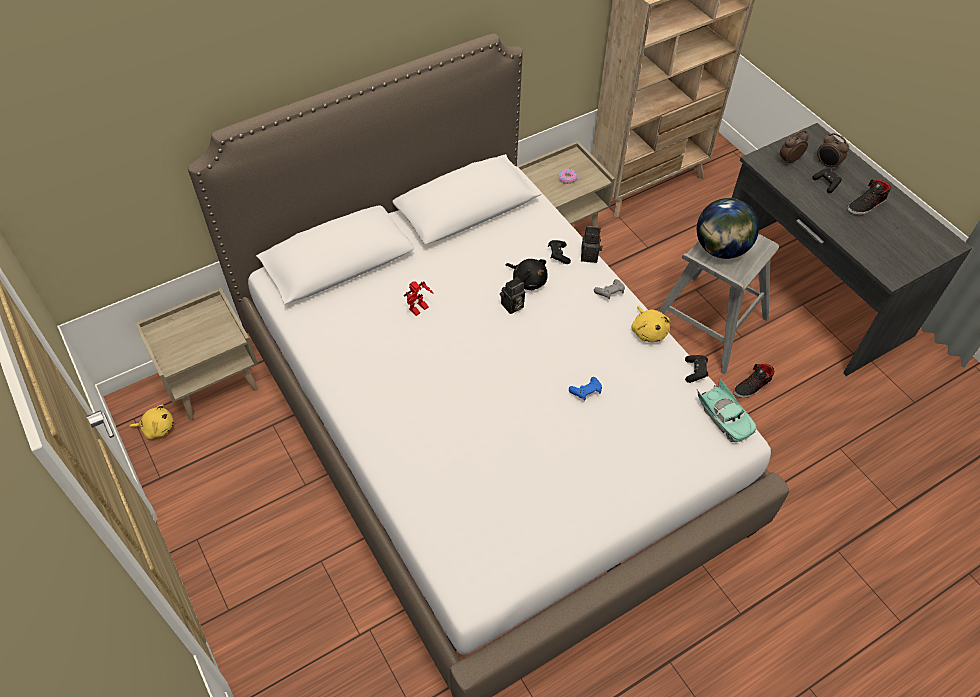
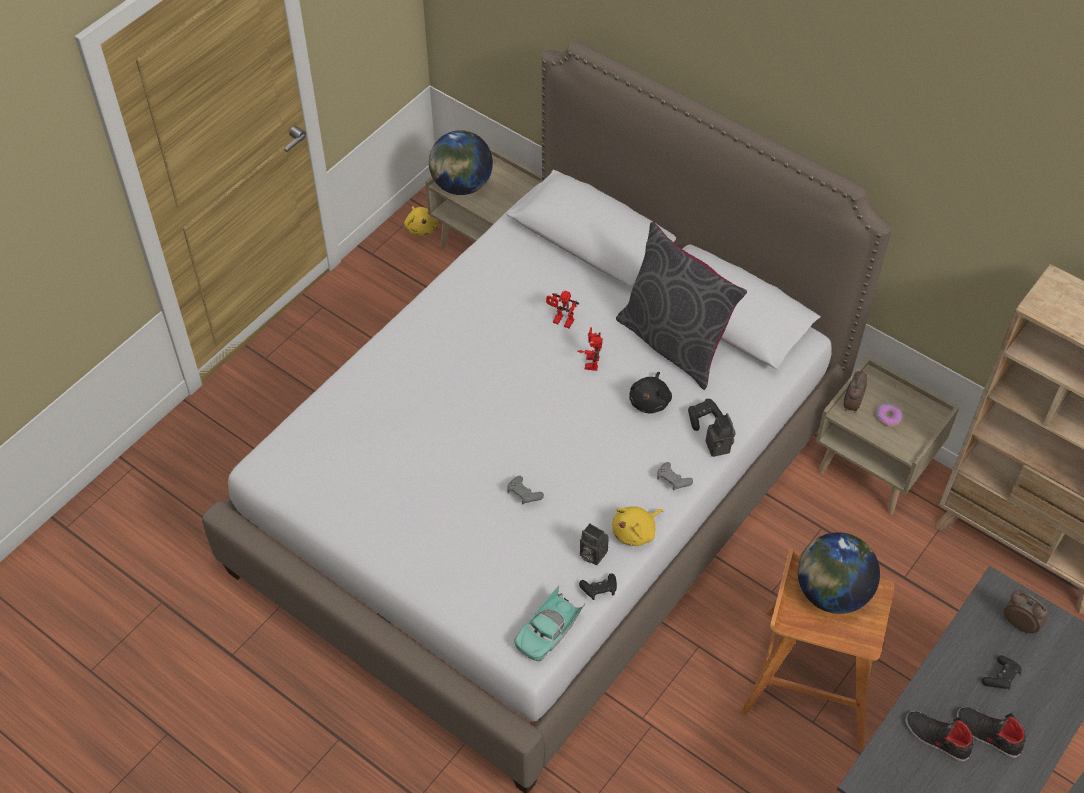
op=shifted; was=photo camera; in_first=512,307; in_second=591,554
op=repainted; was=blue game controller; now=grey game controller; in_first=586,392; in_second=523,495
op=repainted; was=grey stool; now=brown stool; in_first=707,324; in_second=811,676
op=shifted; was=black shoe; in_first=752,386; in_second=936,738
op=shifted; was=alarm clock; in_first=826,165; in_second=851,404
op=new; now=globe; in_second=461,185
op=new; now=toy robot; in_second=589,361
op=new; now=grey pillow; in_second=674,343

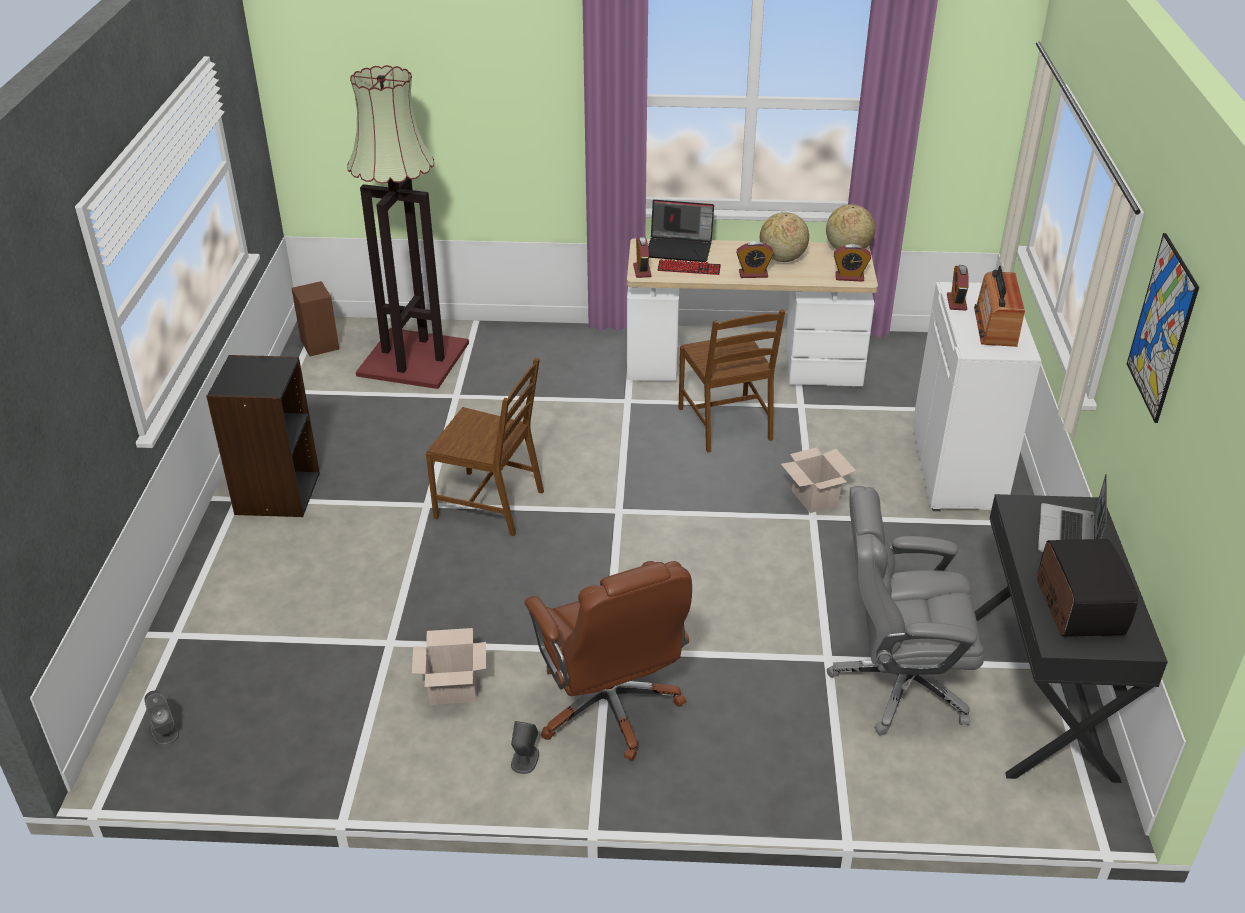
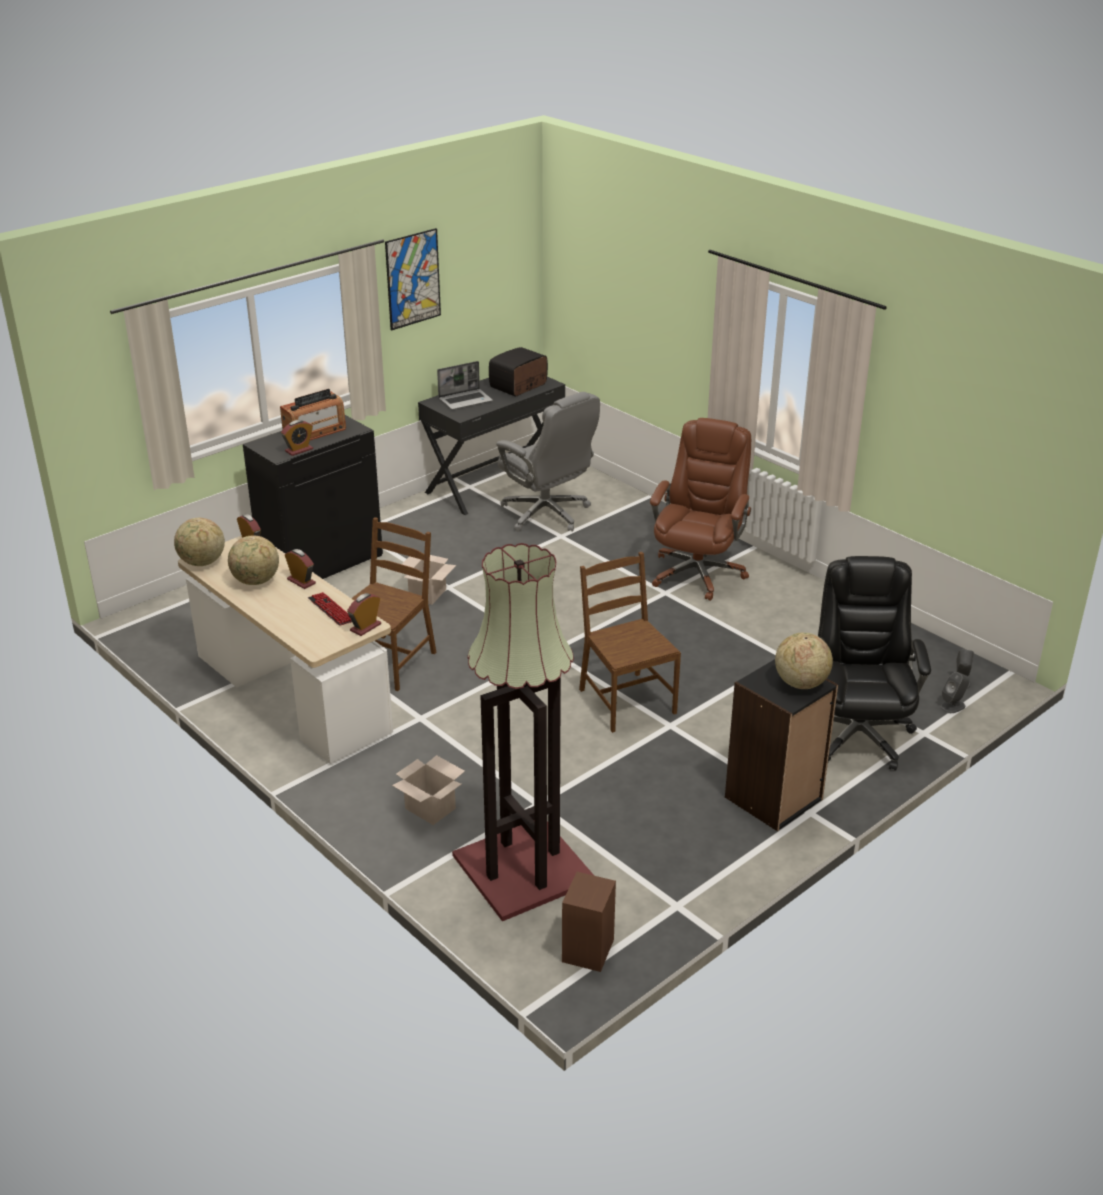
op=shifted; was=cardboard box; in_first=451,690; in_second=431,808
op=shifted; was=grey speaker; in_first=525,759; in_second=953,706
op=gone; was=laptop; in_first=680,248
op=repainted; was=white cabinet; now=black cabinet; in_first=958,469; in_second=321,563
op=new; now=globe; in_second=800,683
op=new; now=black office chair; in_second=856,734

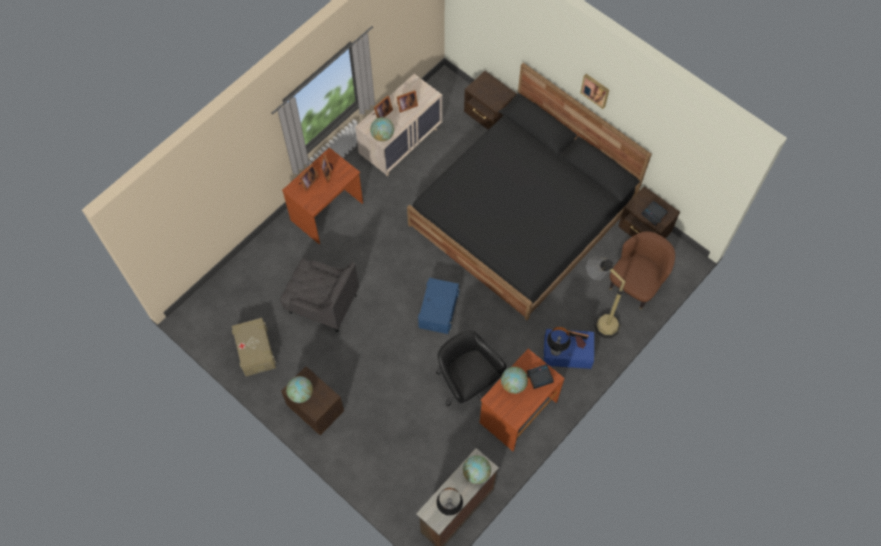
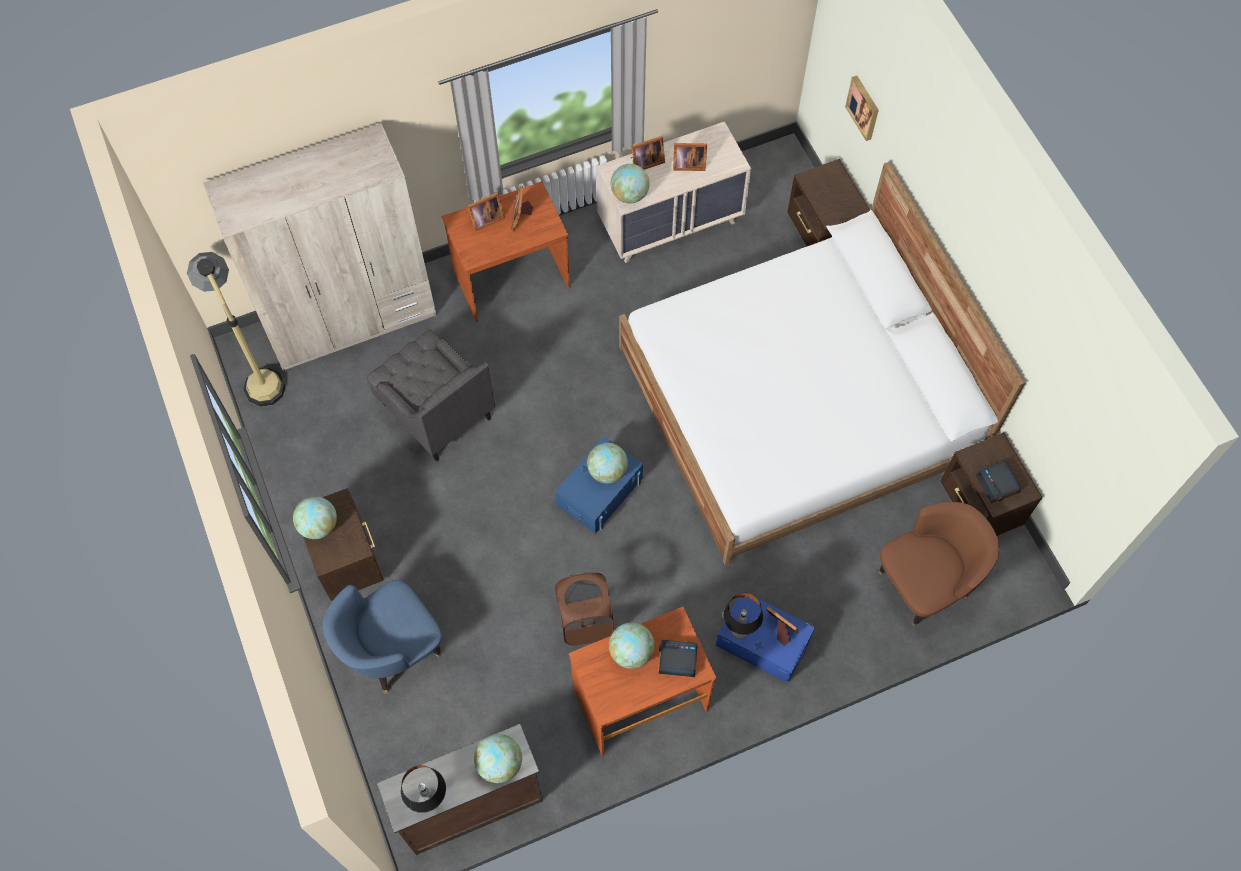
op=gone; was=beige storage box; in_first=255,351
op=repainted; was=black bed; now=white bed; in_first=522,215; in_second=798,402
op=swapped; was=black office chair; now=brown laundry basket; in_first=467,384; in_second=585,621
op=shifted; was=picture; in_first=595,90; in_second=864,107
op=shifted; was=floor lamp; in_first=596,319; in_second=257,373
op=new; now=beige wardrobe; in_second=352,319
op=new; now=blue armchair; in_second=392,650
op=new; now=globe; in_second=607,471

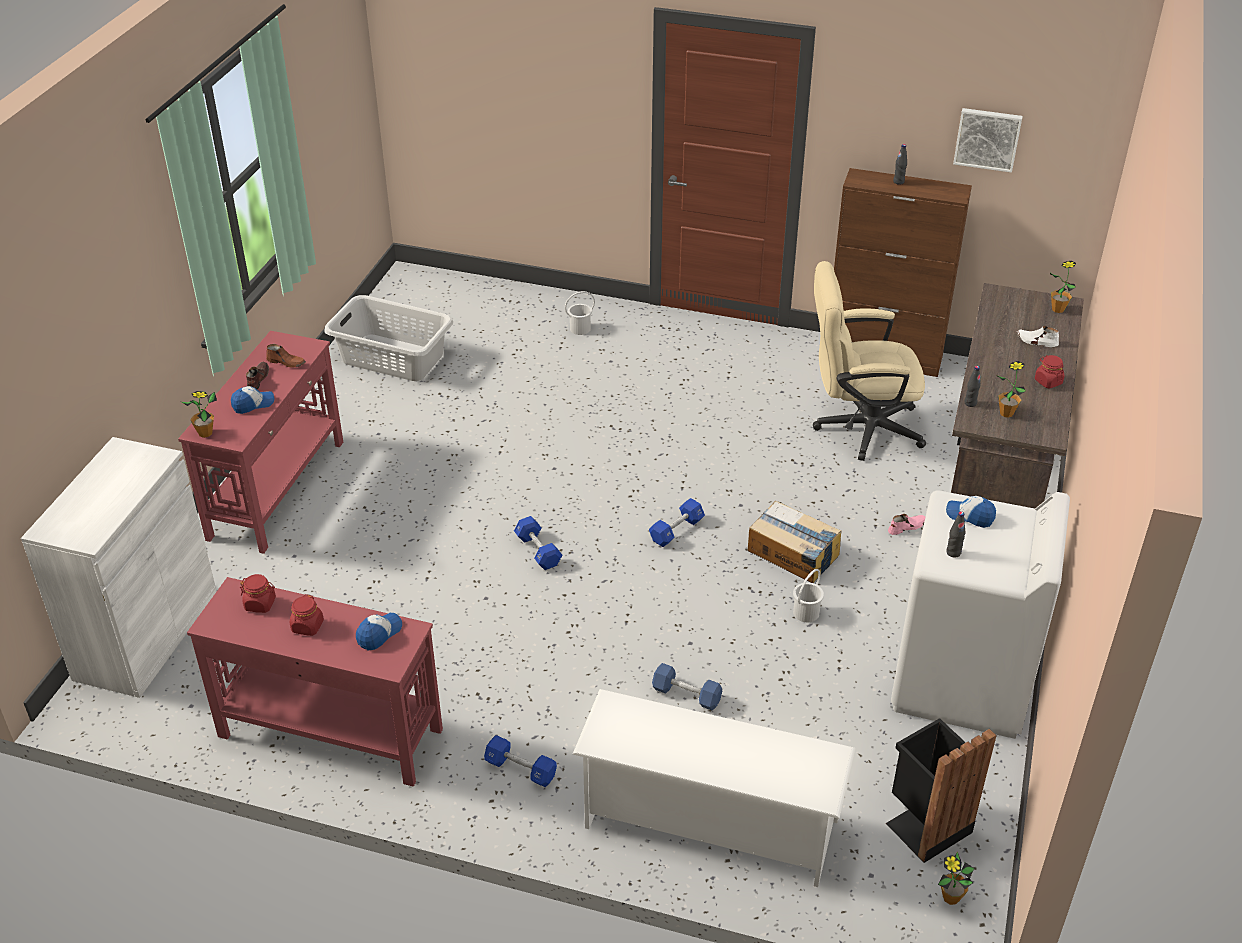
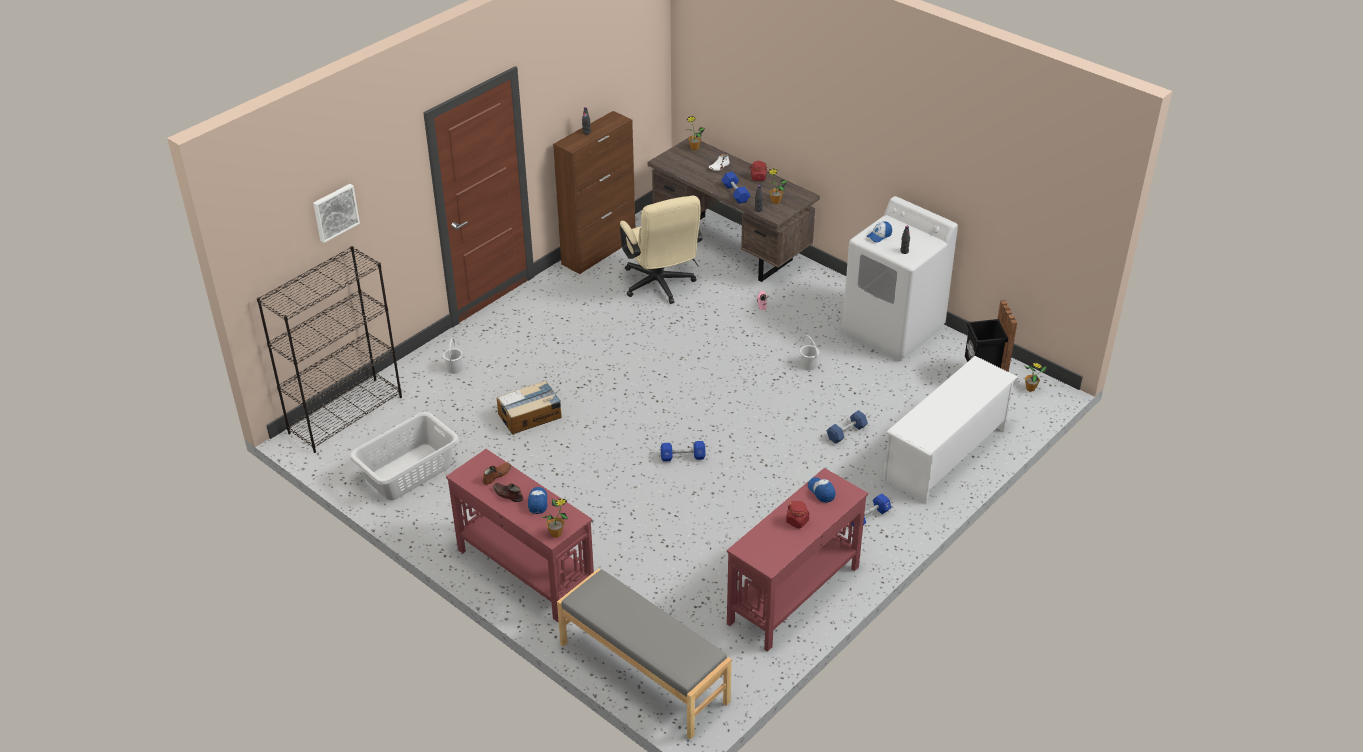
op=swapped; was=white cabinet; now=grey bench; in_first=146,635; in_second=643,673
op=gone; was=red jar; in_first=260,604
op=shifted; was=blue dumbbell; in_first=676,530; in_second=735,193
op=shifted; was=cardboard box; in_first=793,553; in_second=530,415
op=rotated; was=beige office chair; in_first=858,428; in_second=660,286; clockwise=-45
op=shifted; was=picture; in_first=987,138; in_second=335,212
op=new; now=black bookcase; in_second=346,414

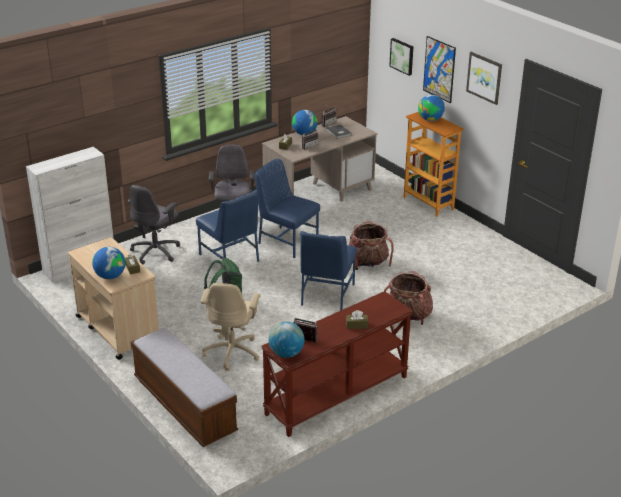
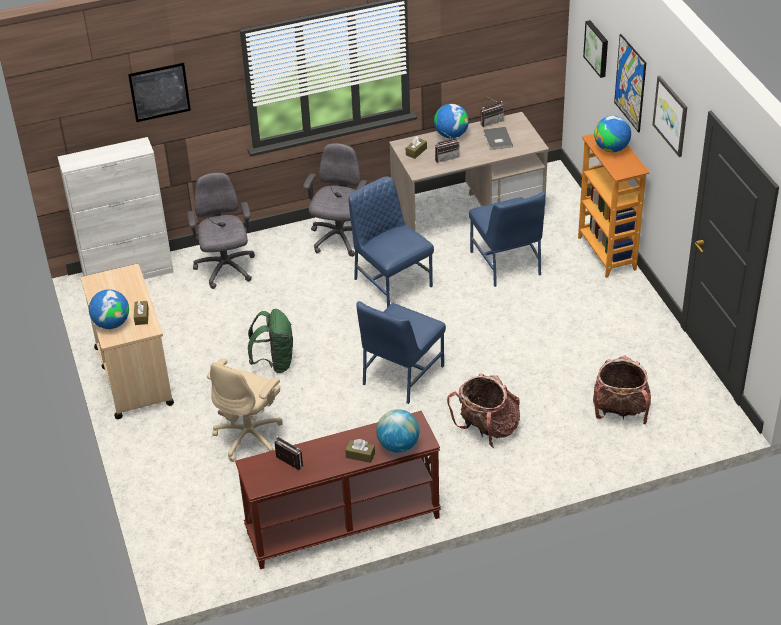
op=rotated; was=grey office chair; in_first=156,252; in_second=225,269; clockwise=120
op=gone; was=bench; in_first=184,405
op=shifted; was=blue chair; in_first=230,258; in_second=506,263
op=shifted; was=globe; in_first=286,354; in_second=398,445
op=shifted; was=backpack; in_first=368,264; in_second=620,411
op=new; now=picture; in_second=159,92

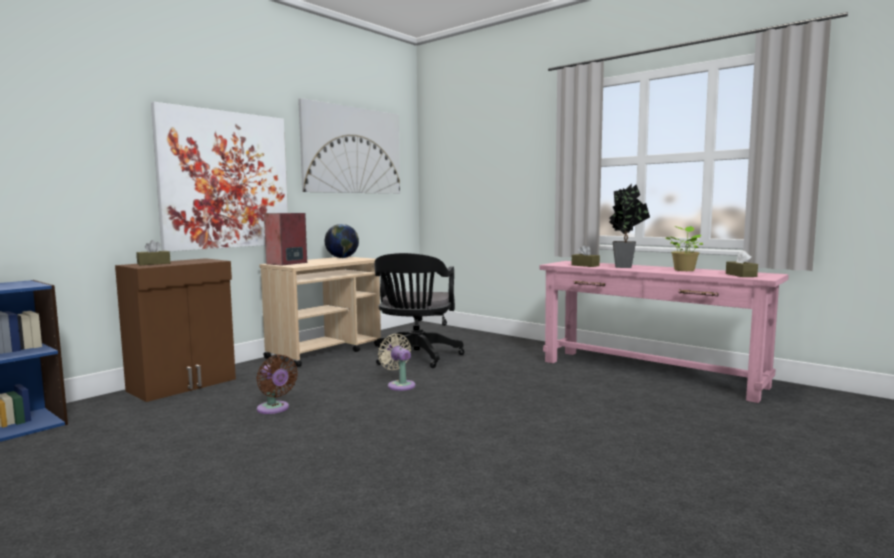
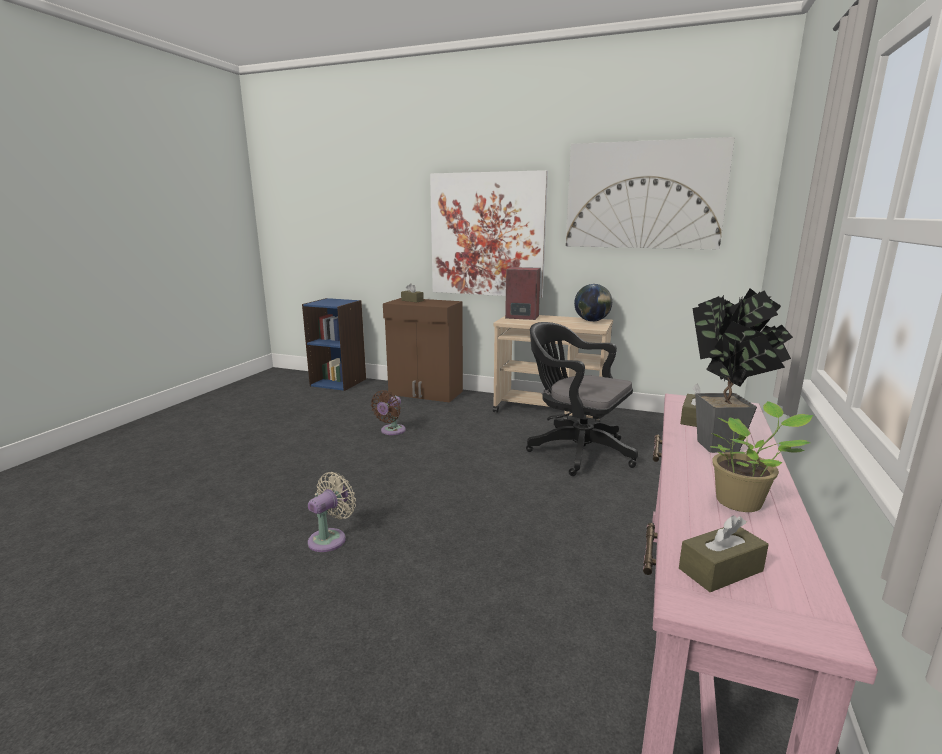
op=rotated; was=black office chair; in_first=415,358; in_second=575,451; clockwise=45
op=shifted; was=beige fan; in_first=399,385; in_second=330,538

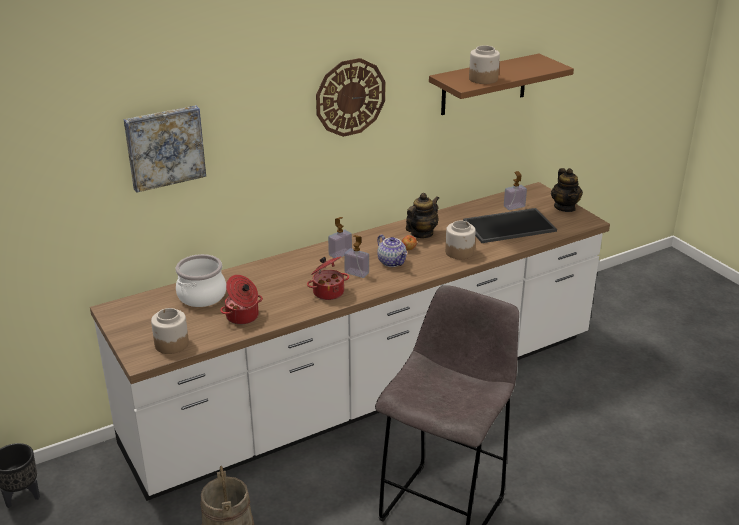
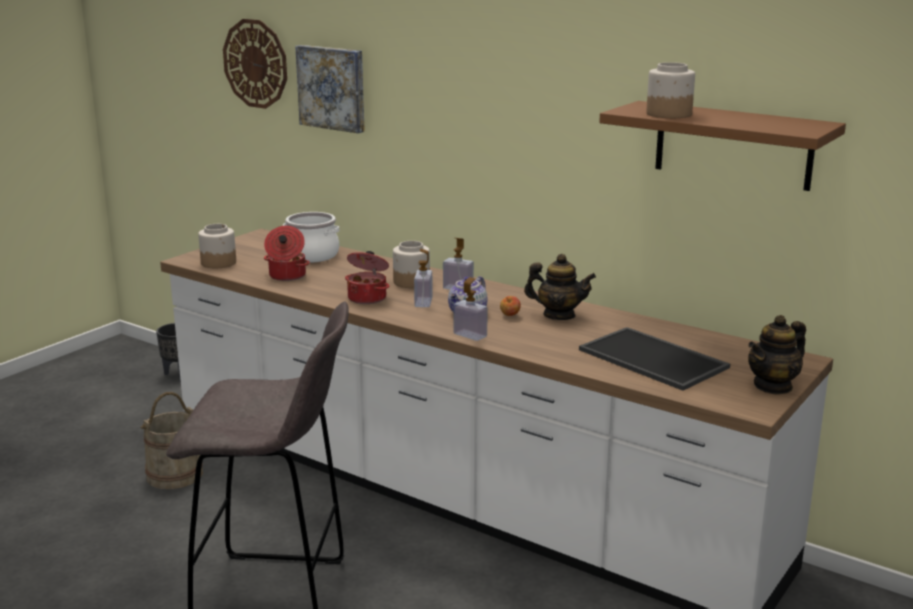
op=shifted; was=wall clock; in_first=350,97; in_second=255,63
op=shifted; was=jar; in_first=459,252; in_second=412,282
op=shifted; was=soap dispenser; in_first=514,206; in_second=470,335

